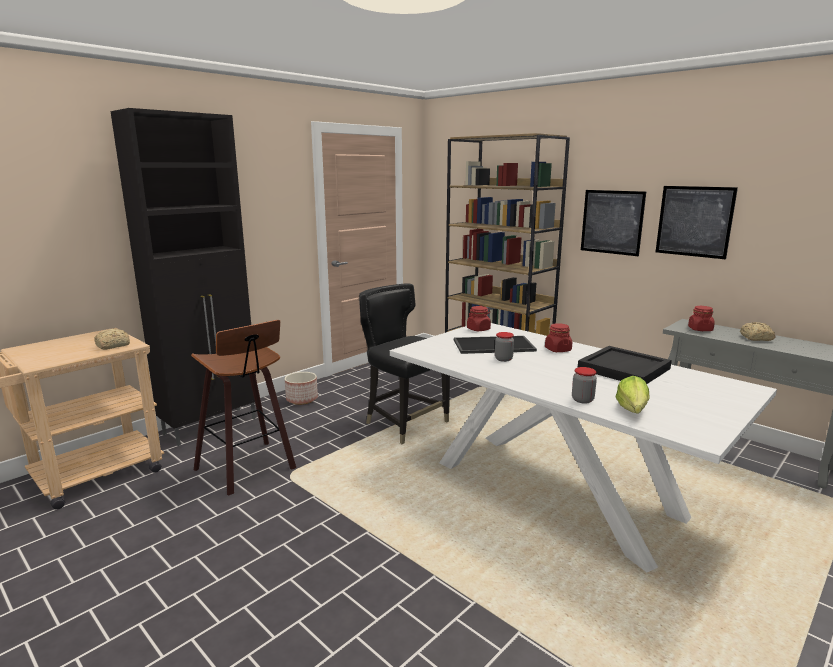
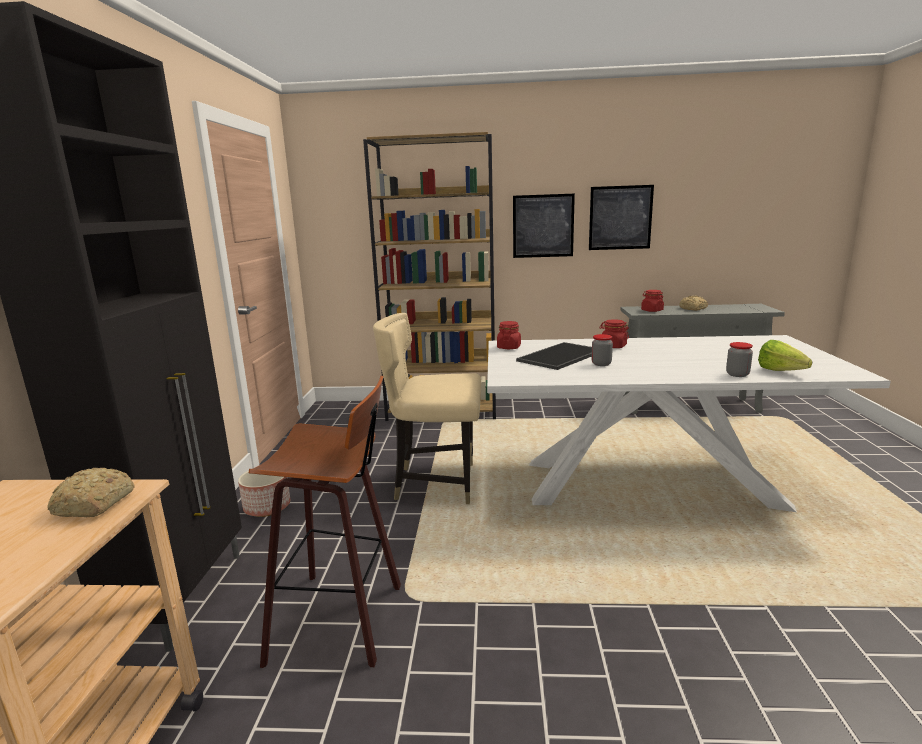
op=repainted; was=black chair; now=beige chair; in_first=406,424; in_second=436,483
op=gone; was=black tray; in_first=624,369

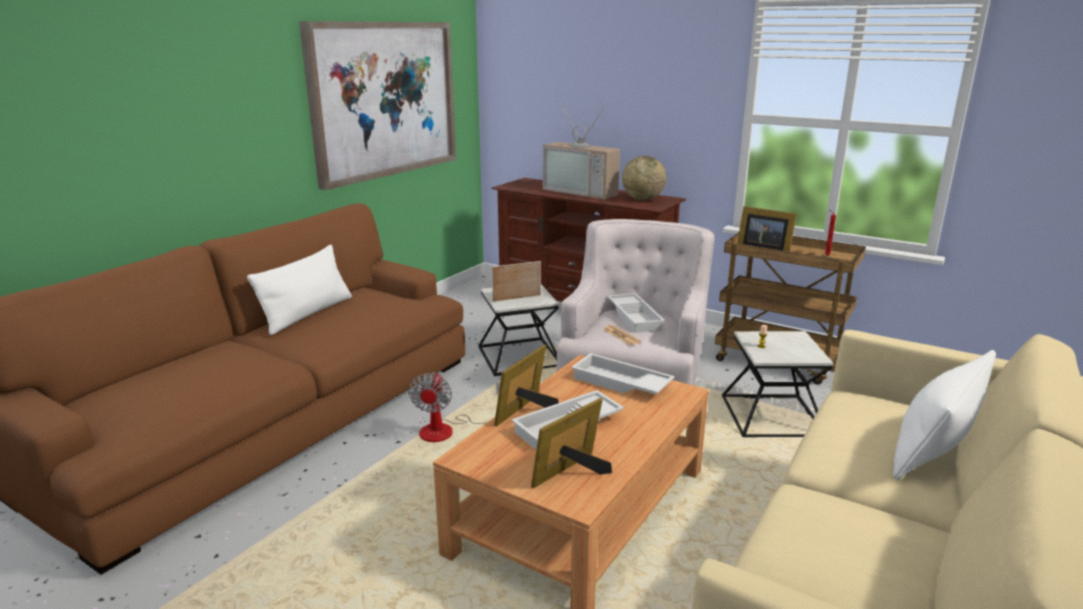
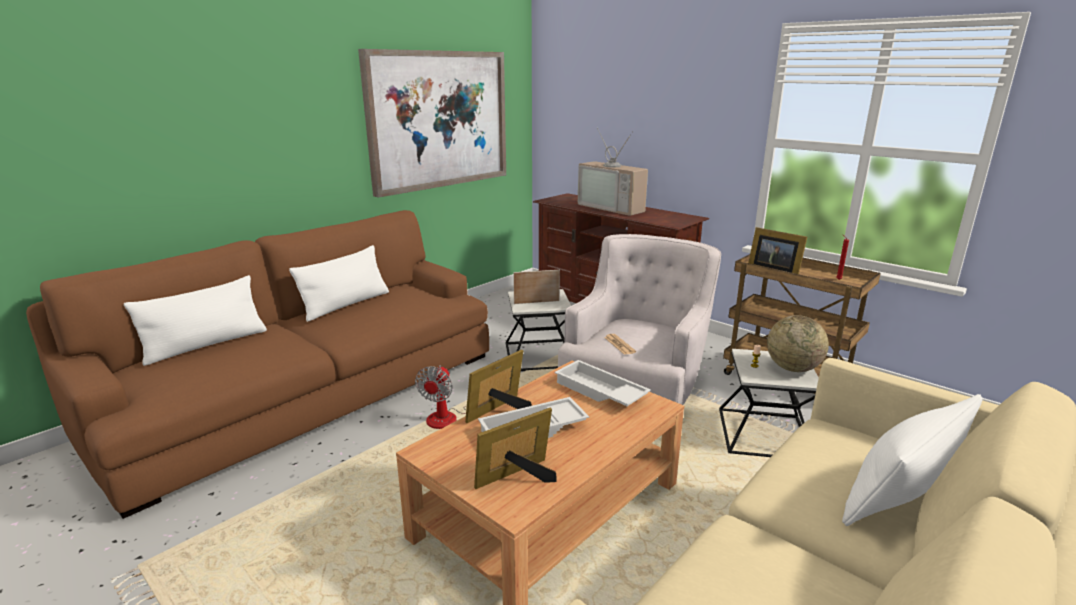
op=gone; was=white tray; in_first=635,317
op=shifted; was=globe; in_first=642,199; in_second=792,368
op=new; now=white pillow; in_second=206,345

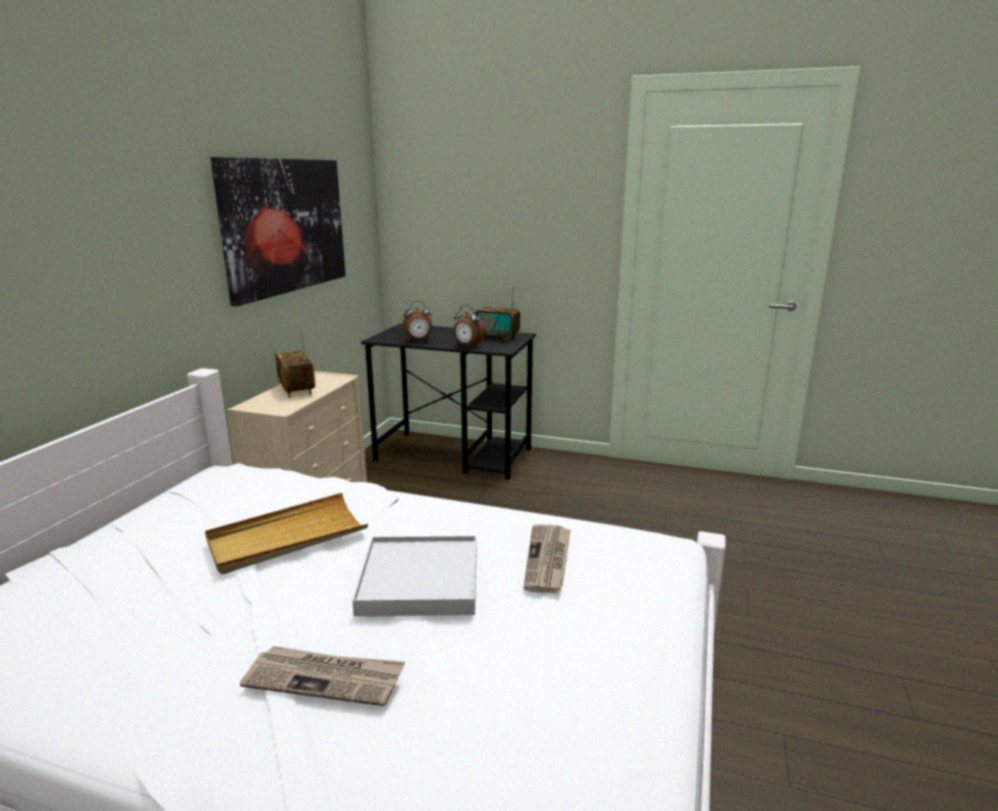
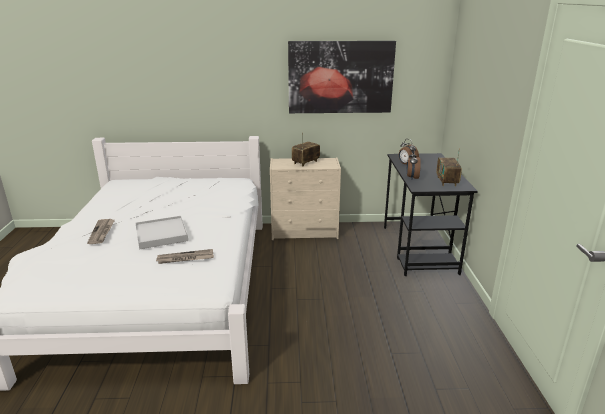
op=gone; was=beige tray; in_first=286,537

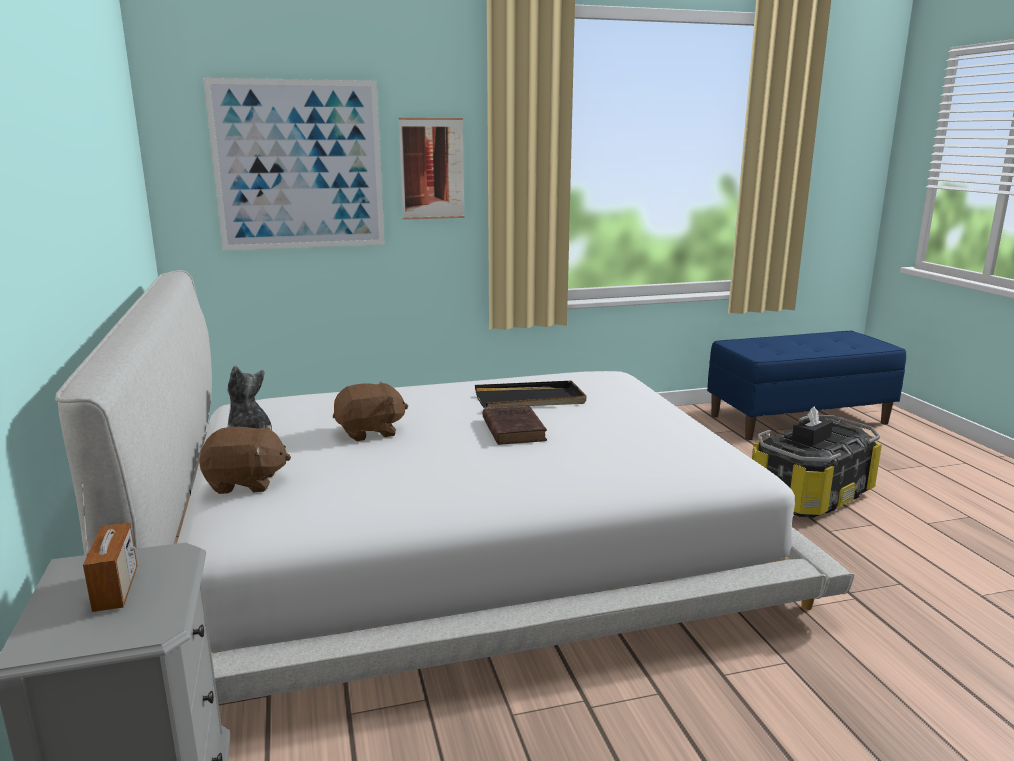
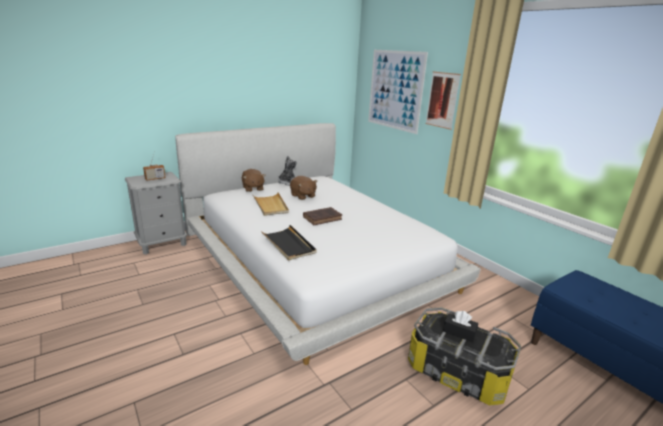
op=shifted; was=black tray; in_first=530,399; in_second=288,244
op=new; now=beige tray; in_second=270,205

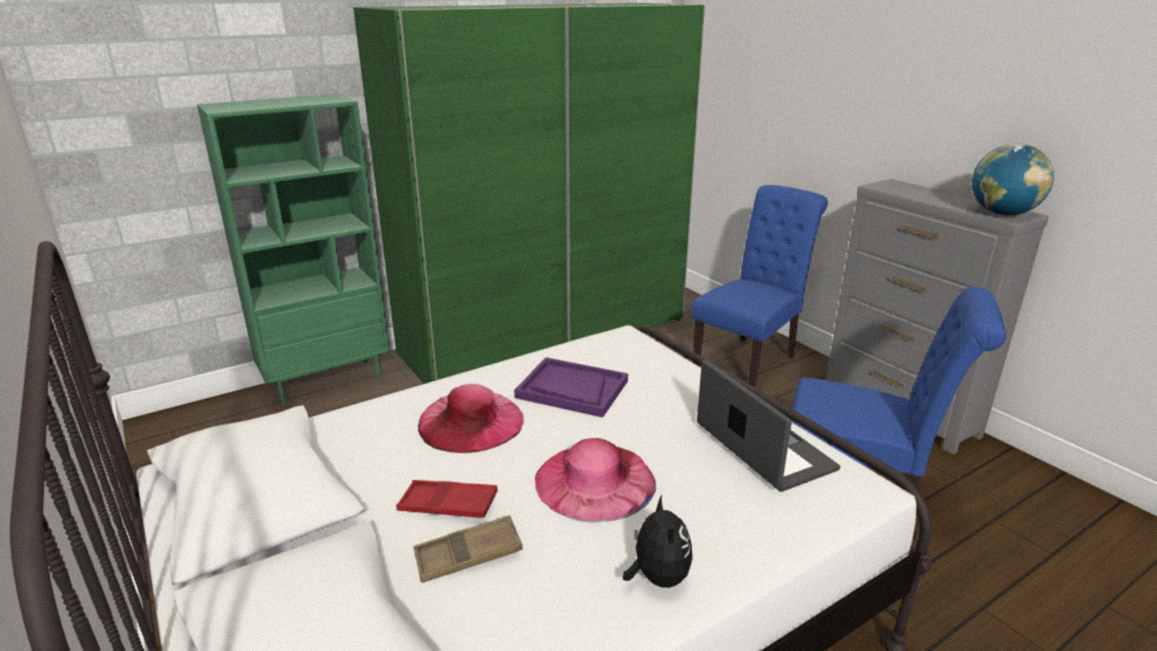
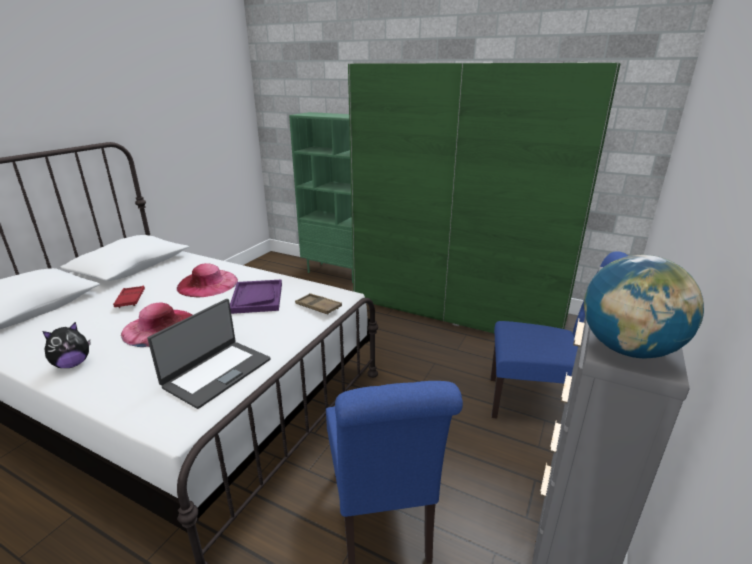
op=shifted; was=brown tray; in_first=468,555; in_second=318,307

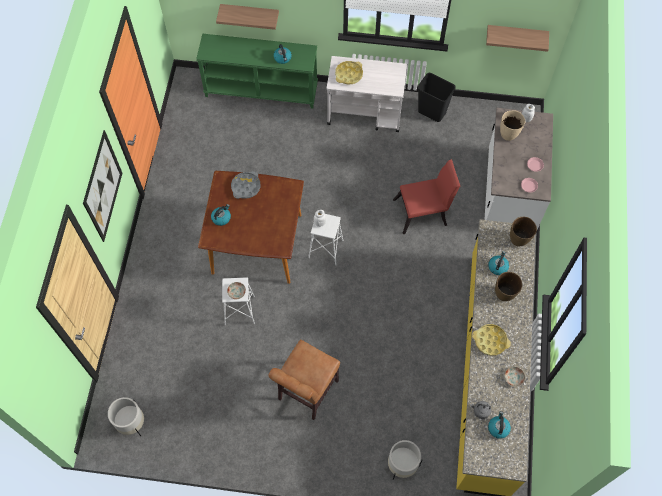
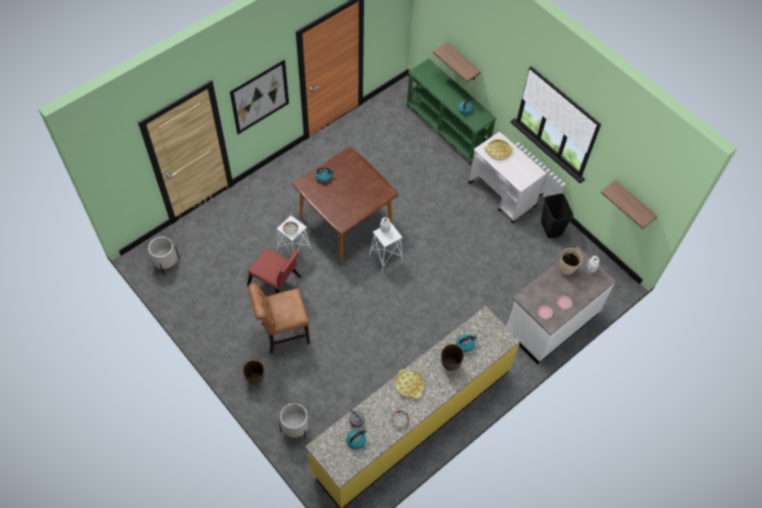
op=gone; was=grey tray; in_first=246,187
op=shifted; was=red chair; in_first=424,212; in_second=276,284
op=shifted; was=brown vase; in_first=518,240; in_second=255,379

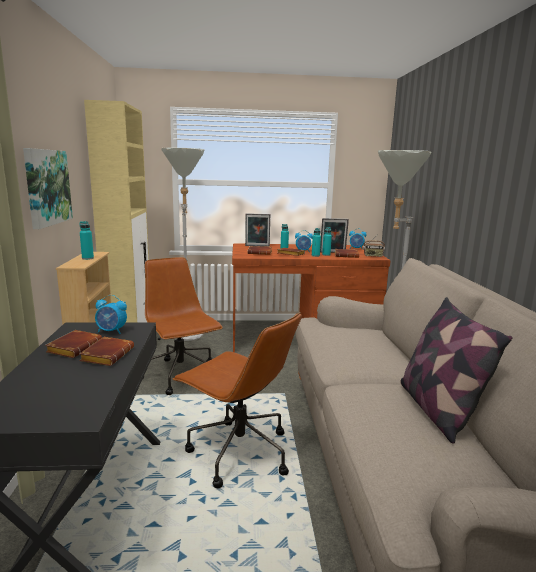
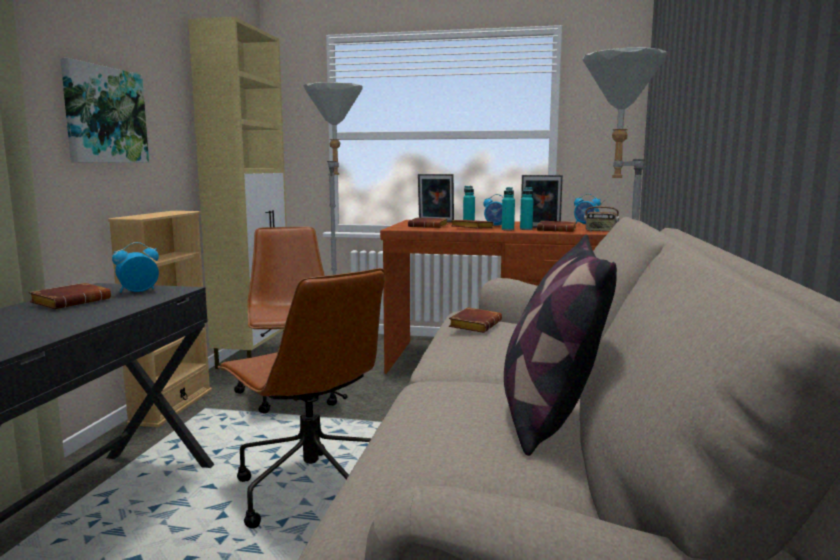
op=shifted; was=brown book; in_first=107,355; in_second=474,325
op=gone; was=turquoise bottle; in_first=87,258
op=rotated; was=alarm clock; in_first=111,331; in_second=137,291; clockwise=120

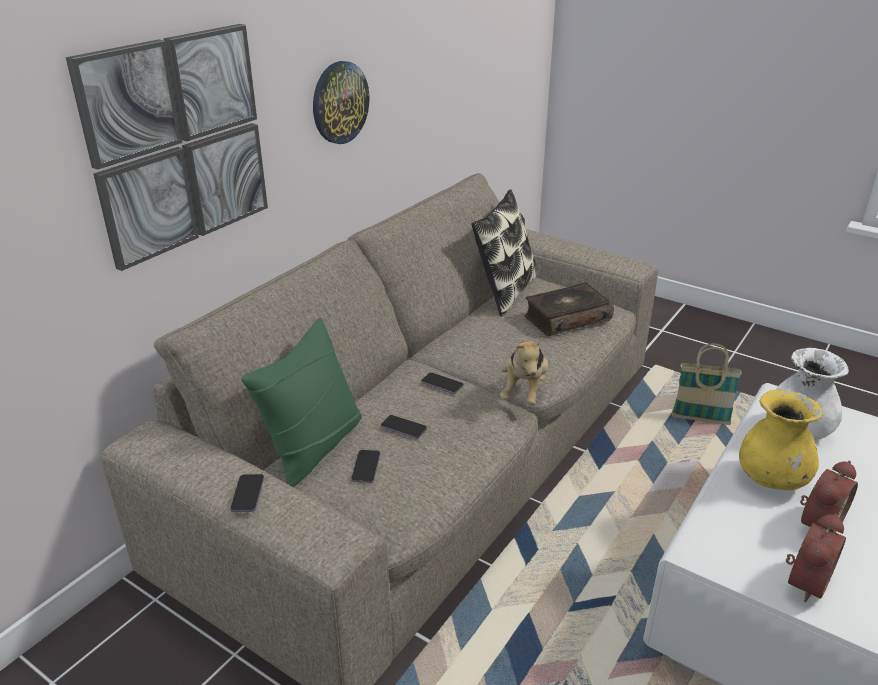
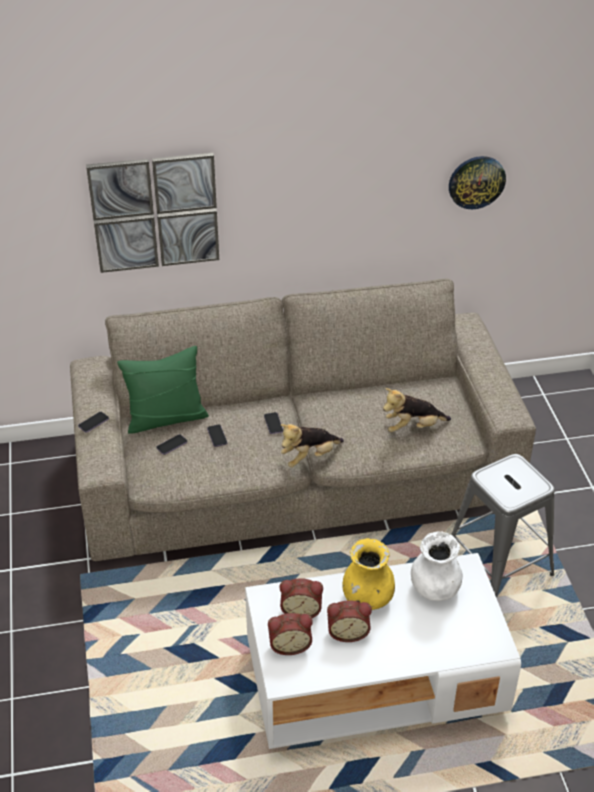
op=shifted; was=wall clock; in_first=339,102; in_second=476,182
op=gone; was=pillow; in_first=504,292
op=swapped; was=book; now=plush toy; in_first=566,318; in_second=413,427
op=swapped; was=basket; now=grey stool; in_first=700,420; in_second=498,565
op=new; now=alarm clock; in_second=301,609

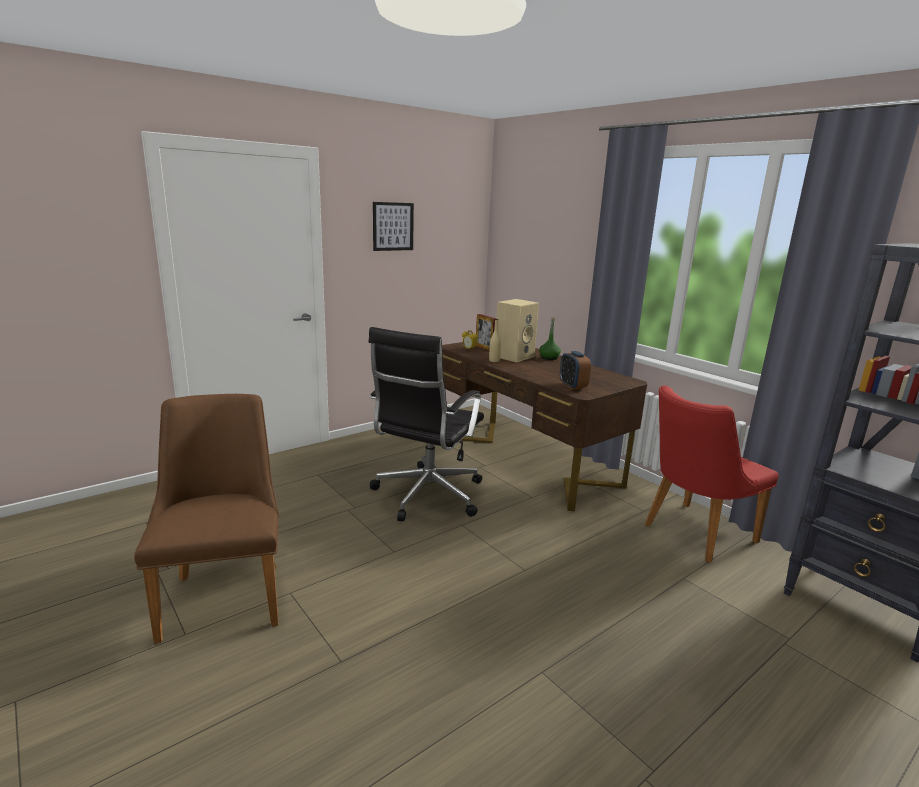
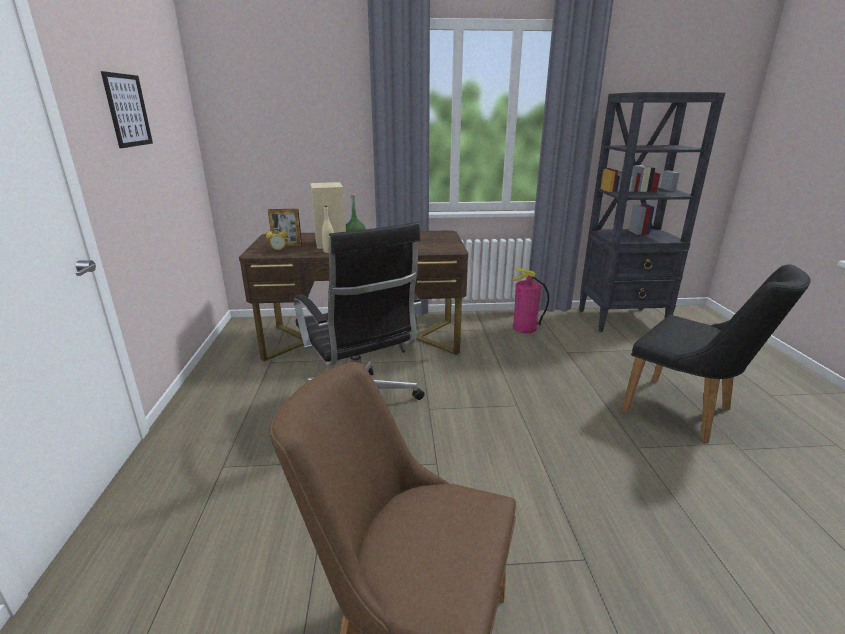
op=gone; was=alarm clock; in_first=572,386
op=swapped; was=red chair; now=fire extinguisher; in_first=691,534; in_second=524,328
op=new; now=black chair; in_second=687,413

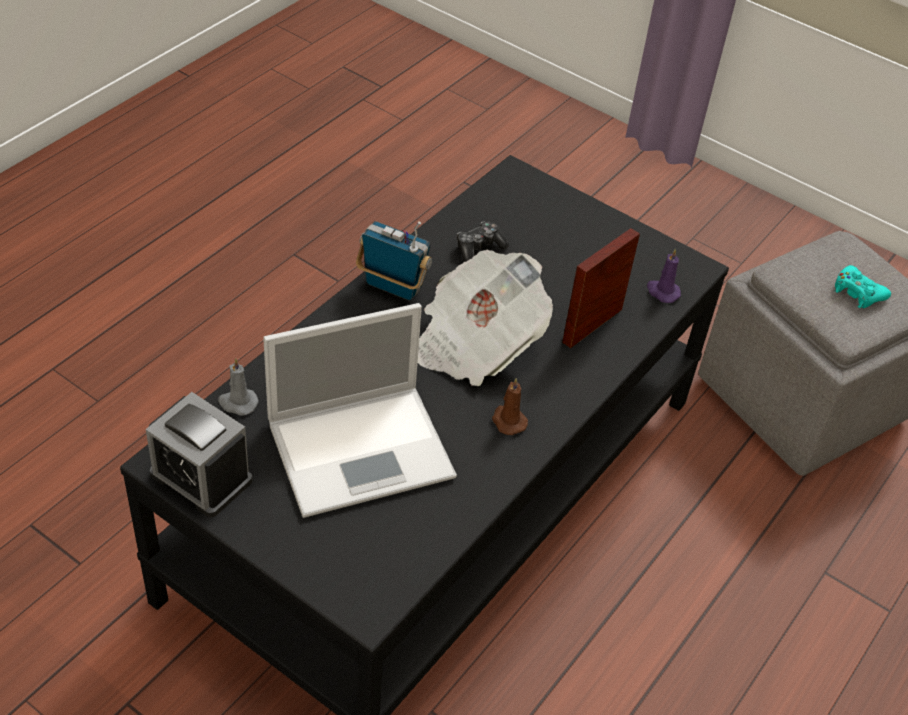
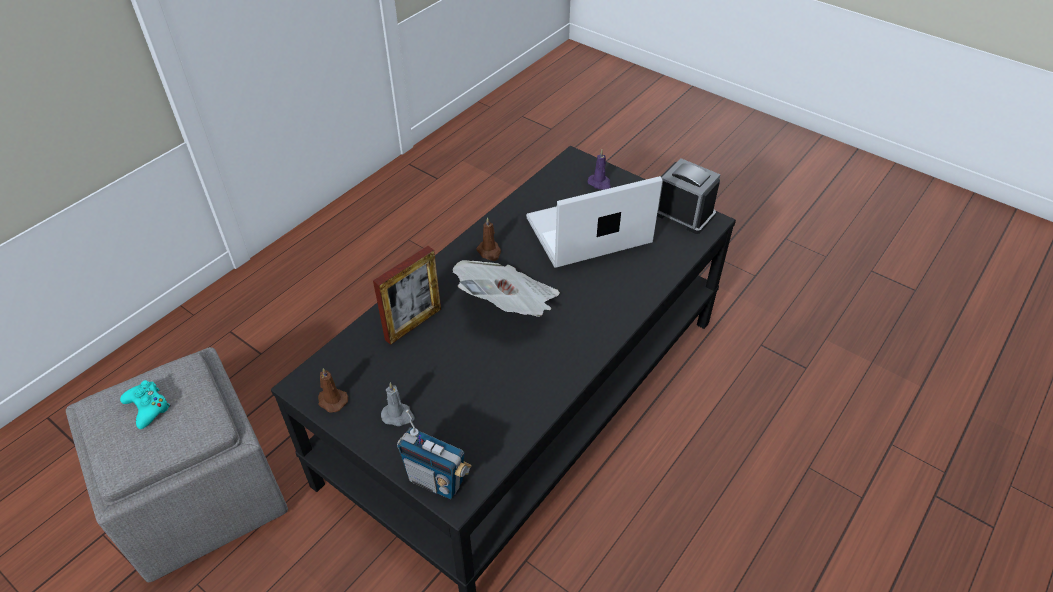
op=shifted; was=grey candle; in_first=237,403; in_second=398,415
op=shifted; was=radio; in_first=393,287; in_second=436,480
op=gone; was=game controller; in_first=479,248
op=shifted; was=purple candle; in_first=662,292; in_second=600,183
op=new; now=brown candle; in_second=332,400

